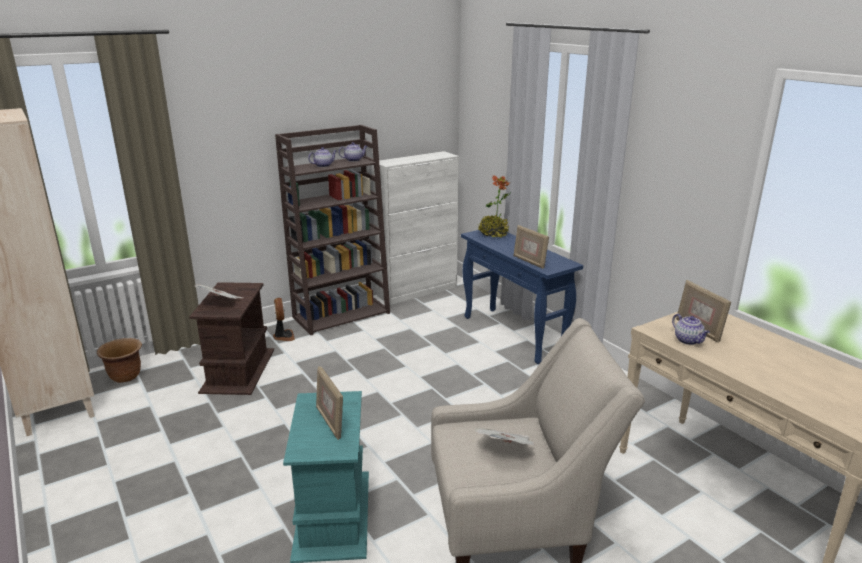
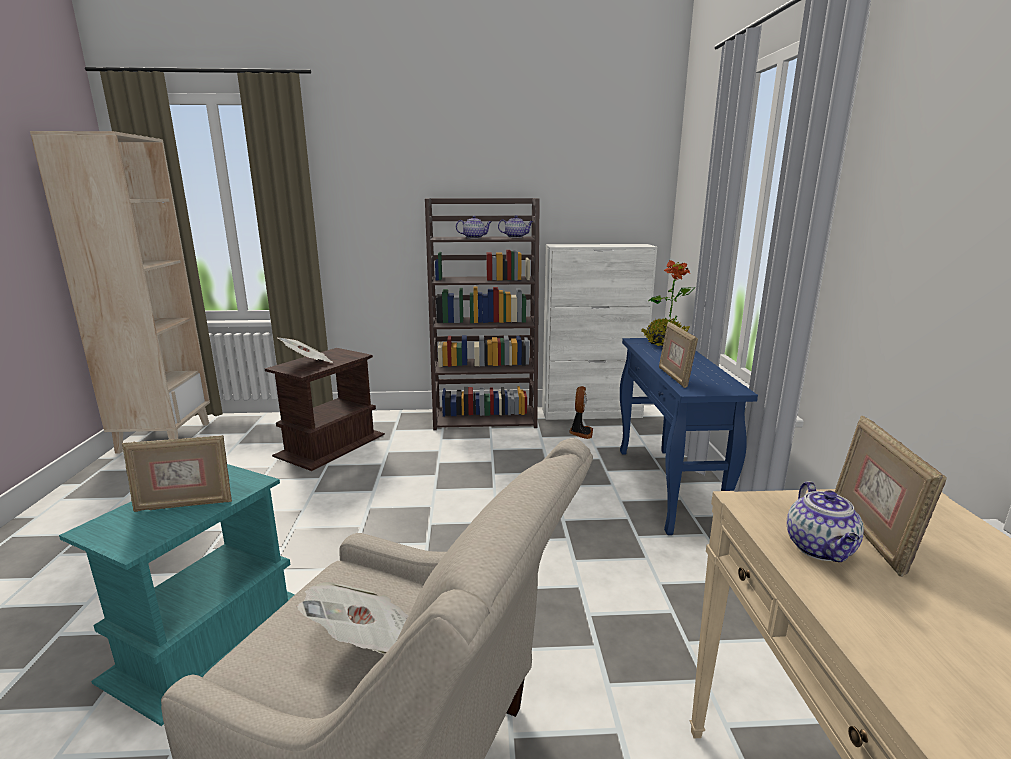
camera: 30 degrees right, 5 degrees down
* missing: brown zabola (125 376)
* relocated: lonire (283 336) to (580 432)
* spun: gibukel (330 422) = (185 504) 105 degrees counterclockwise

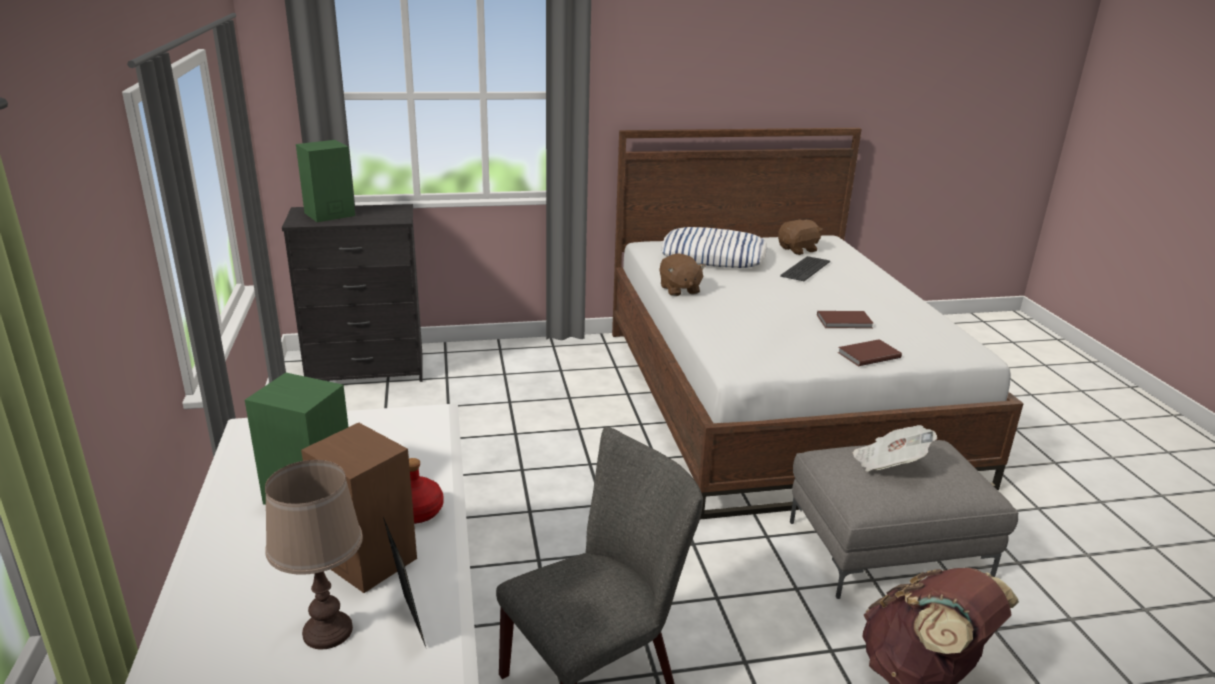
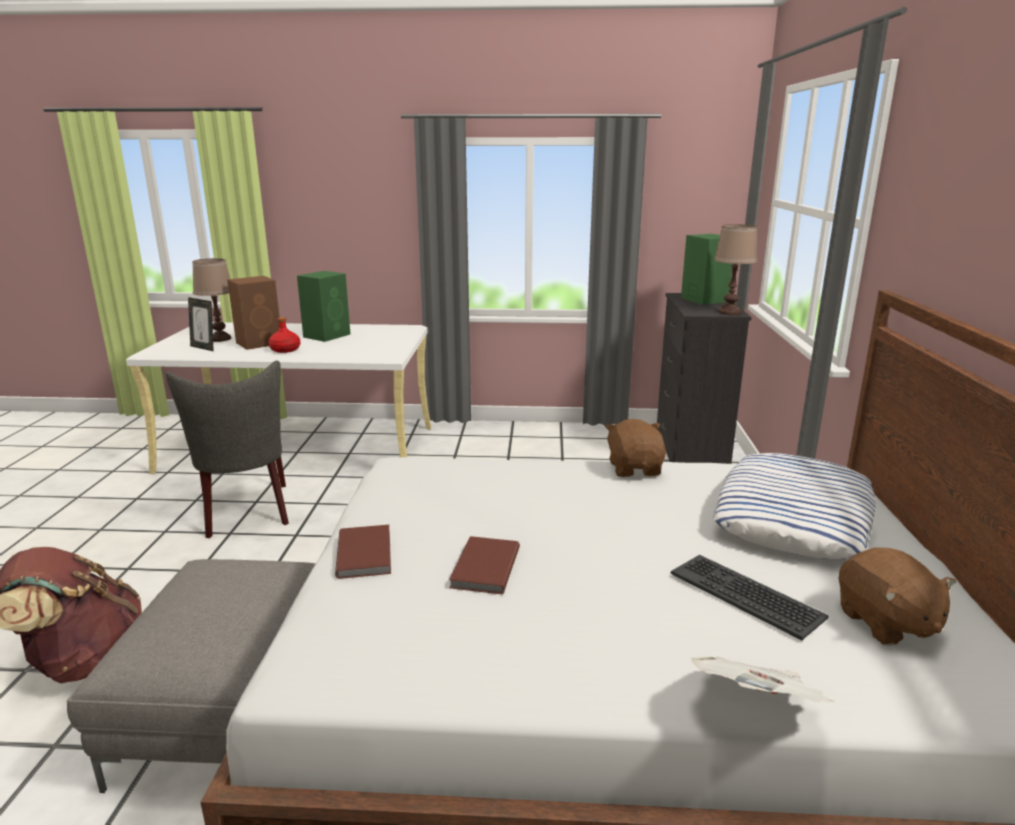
camera: 105 degrees right, 5 degrees down
* appeared: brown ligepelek (730 312)
* relocated: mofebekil (889 464) to (758 706)
* spun: gibukel (408 623) = (204 348) 45 degrees clockwise
* spun: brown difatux (679 290) = (635 469) 90 degrees clockwise

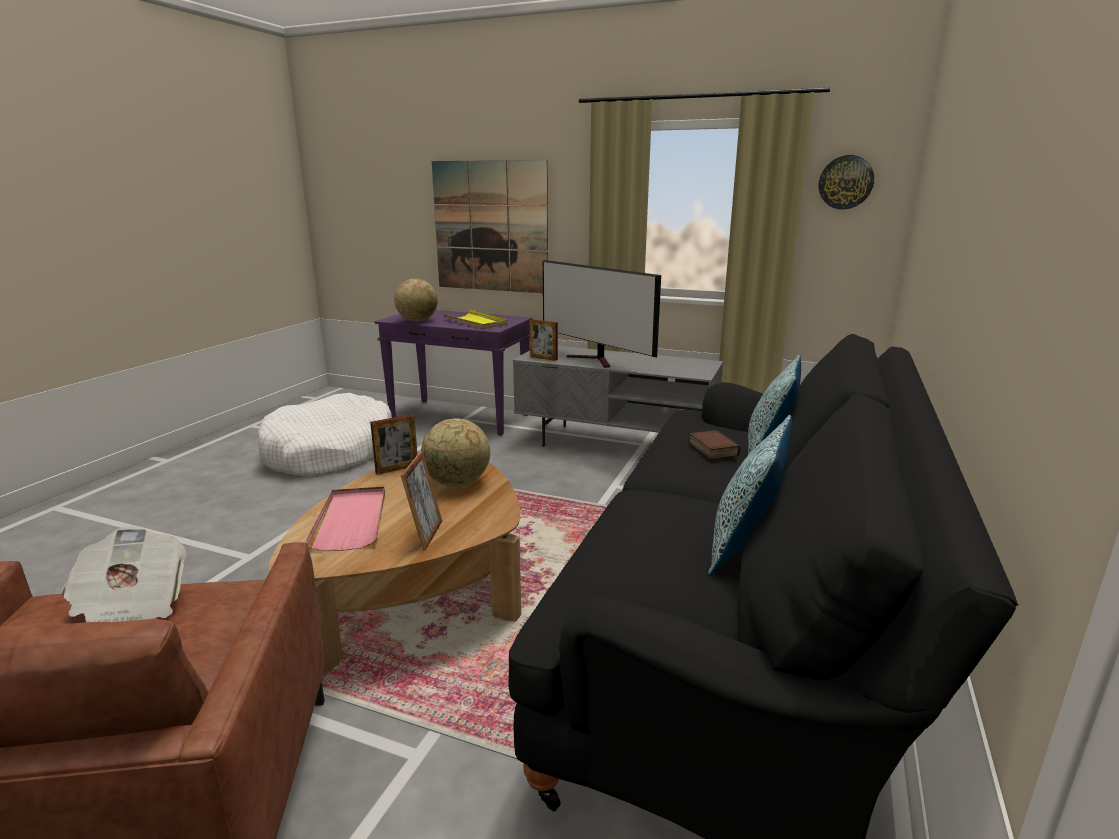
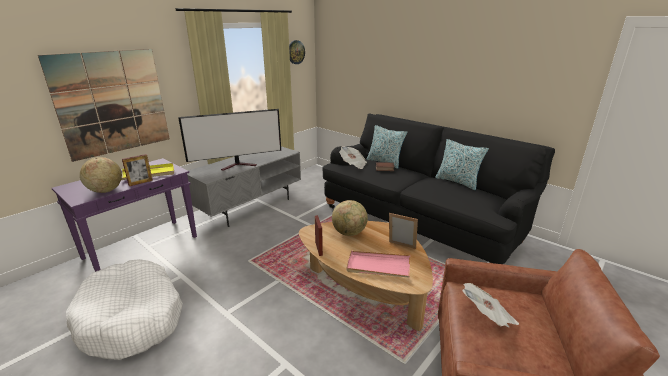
camera: 70 degrees left, 5 degrees up
* appeared: mofebekil (353 164)
* relocated: gibukel (543 358) to (140 183)

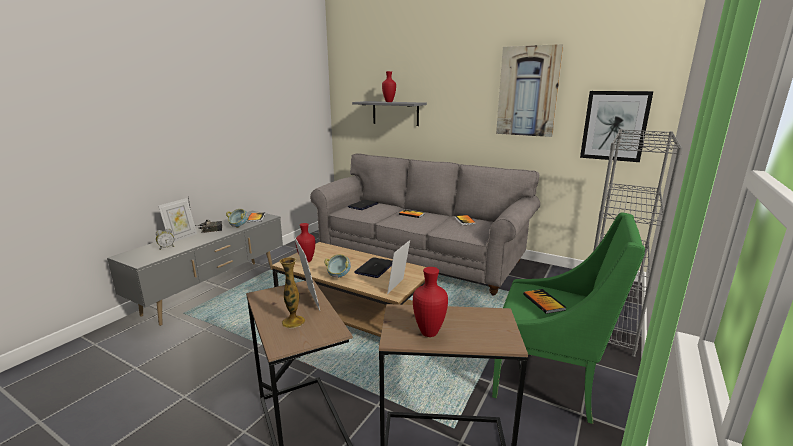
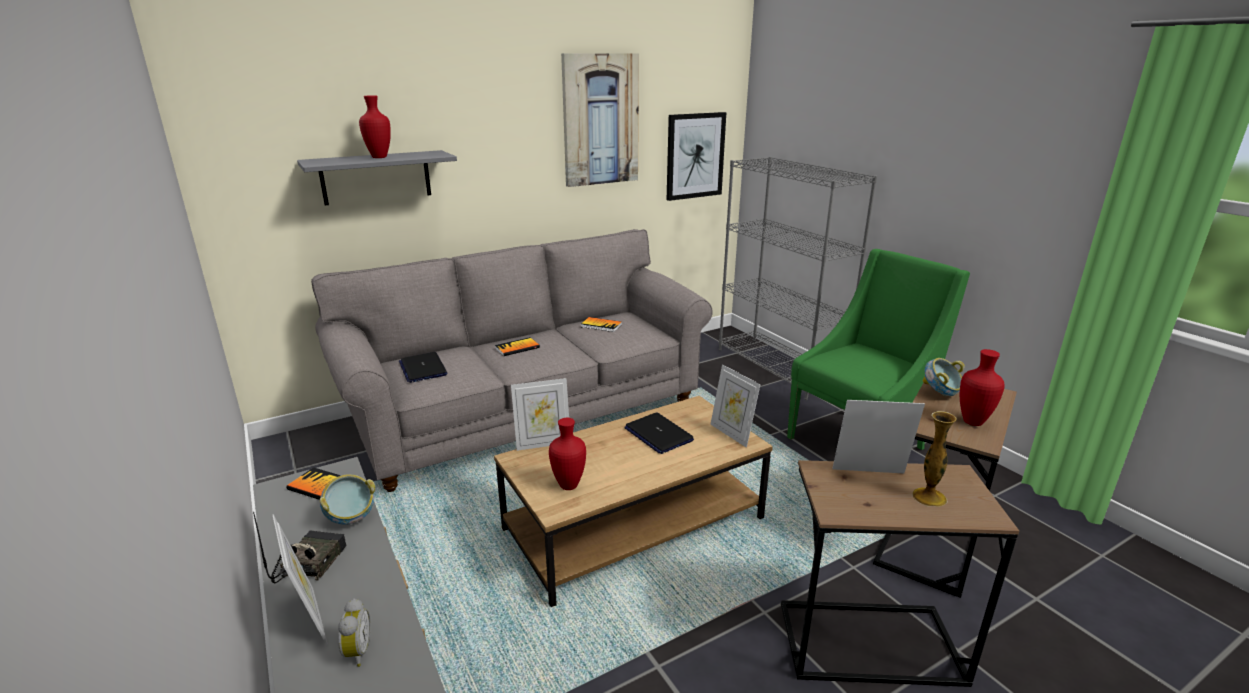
camera: 60 degrees left, 5 degrees up
* missing: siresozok (543 302)
* appeared: gibukel (543 443)
* relocated: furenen (338 276) to (940 394)

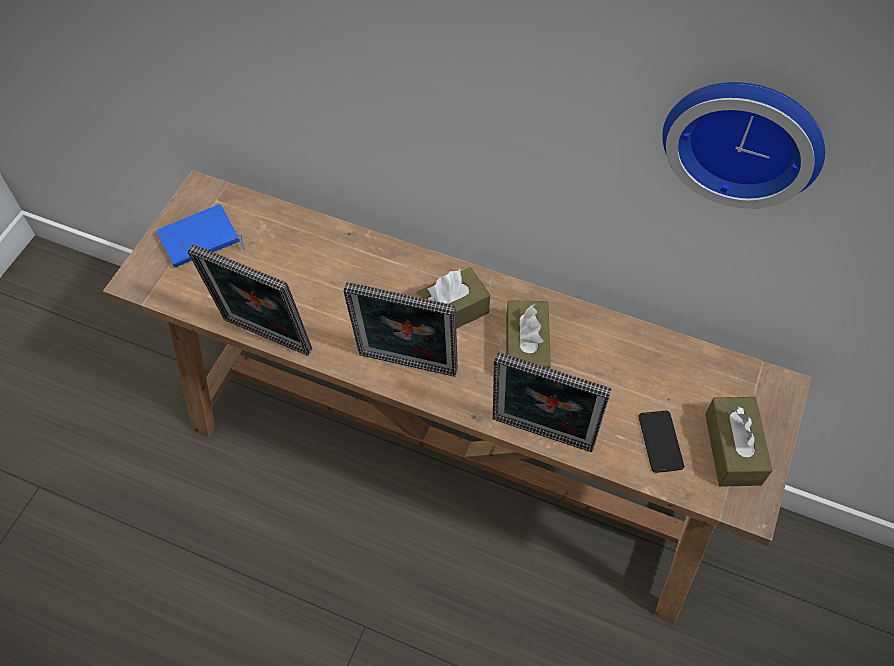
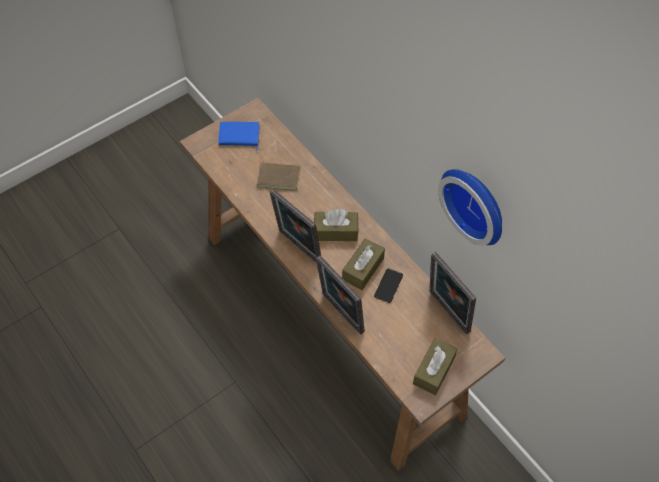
camera: 30 degrees right, 0 degrees up
* appeared: brown siresozok (279 176)
* relocated: gibukel (264 339) to (446 313)
* relocated: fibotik (660 442) to (388 286)

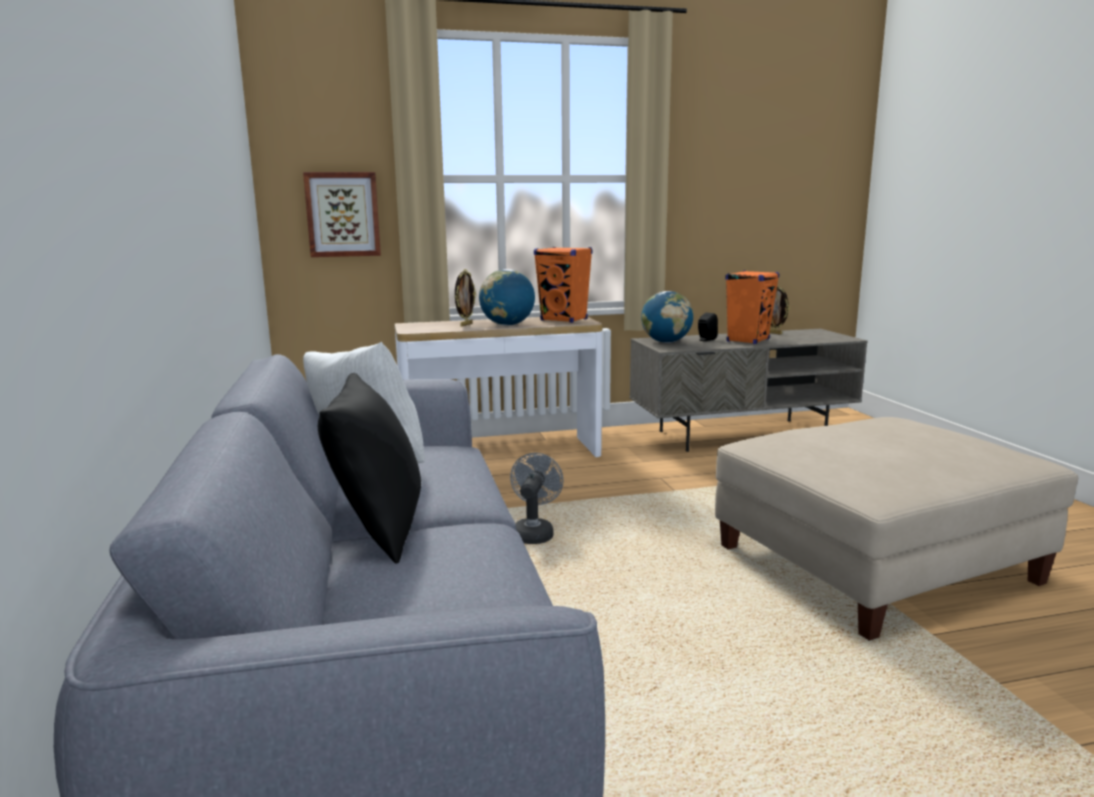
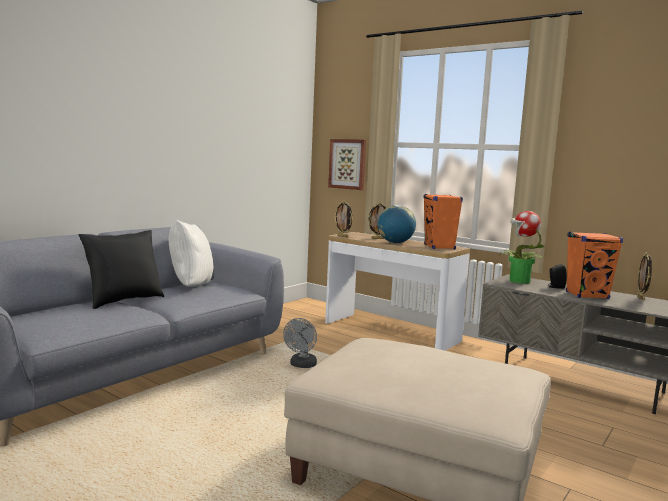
camera: 50 degrees right, 5 degrees down
* appeared: gibukel (343 236)
* exchanged: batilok (666 342) to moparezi (518 281)
* spun: grey lonire (534 533) = (301 365) 135 degrees clockwise

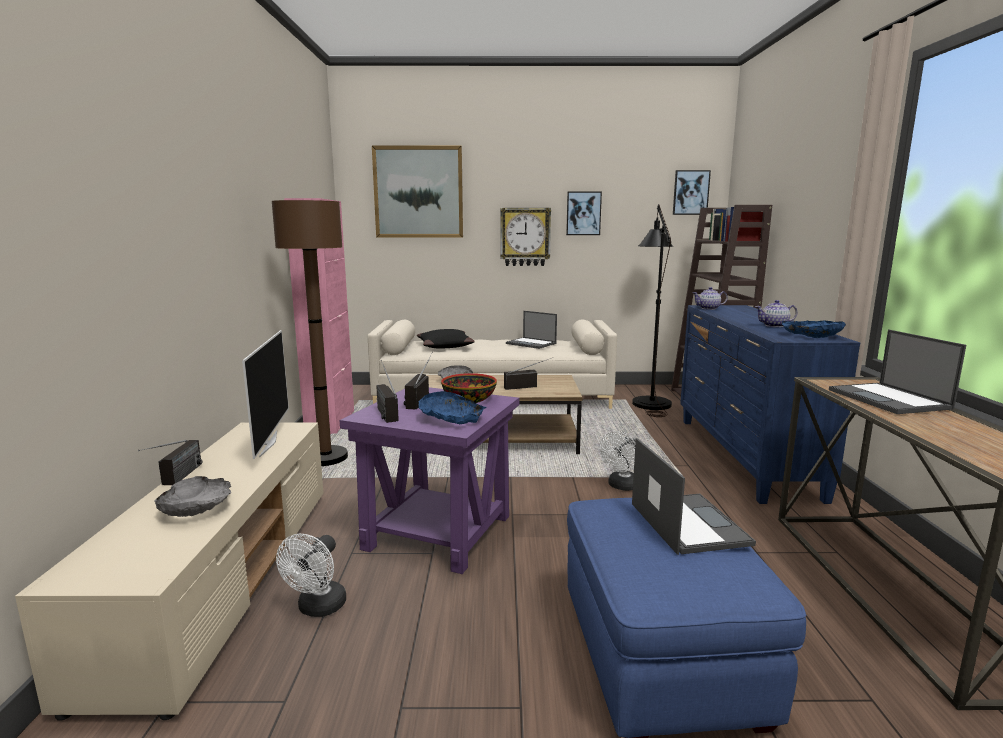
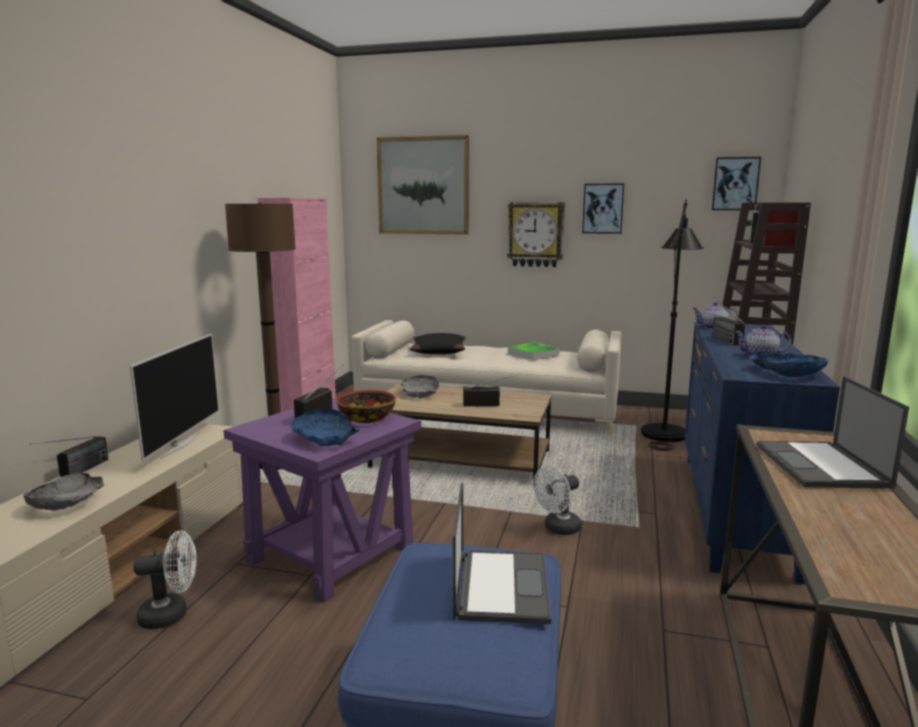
camera: 15 degrees right, 0 degrees up
* relocated: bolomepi (383 410) to (720 338)
* exchanged: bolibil (531 343) to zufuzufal (533 354)
* spun: white lonire (318 608) = (171 614) 135 degrees counterclockwise

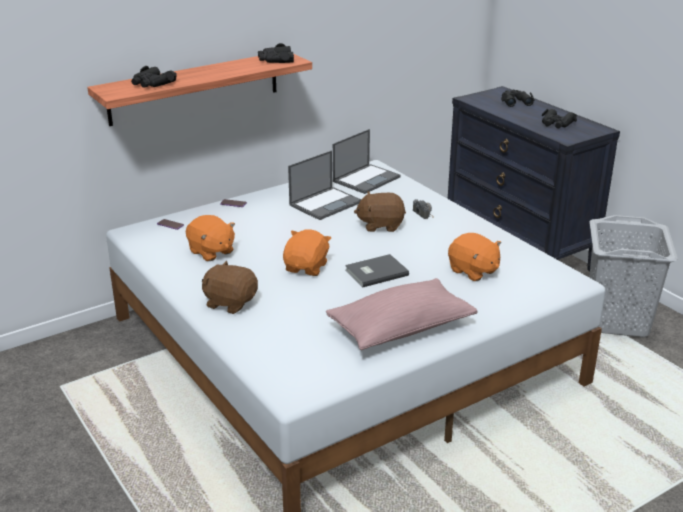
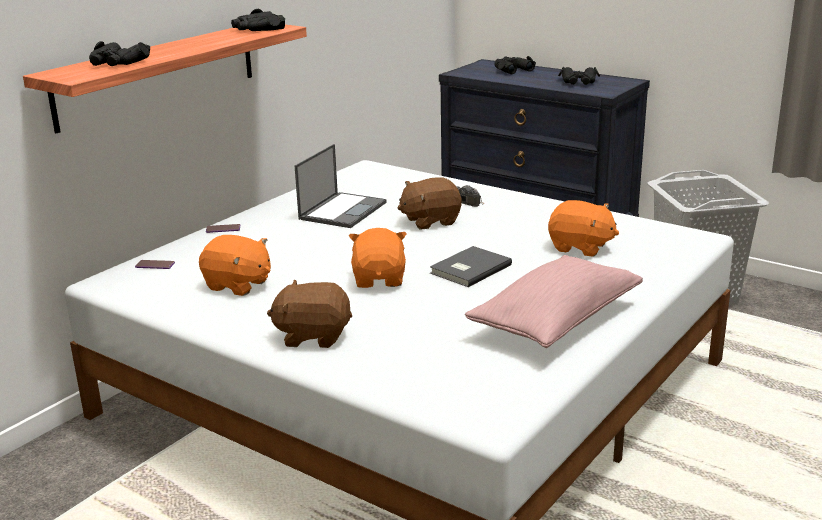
camera: 20 degrees left, 5 degrees down
* missing: bolibil (366 179)

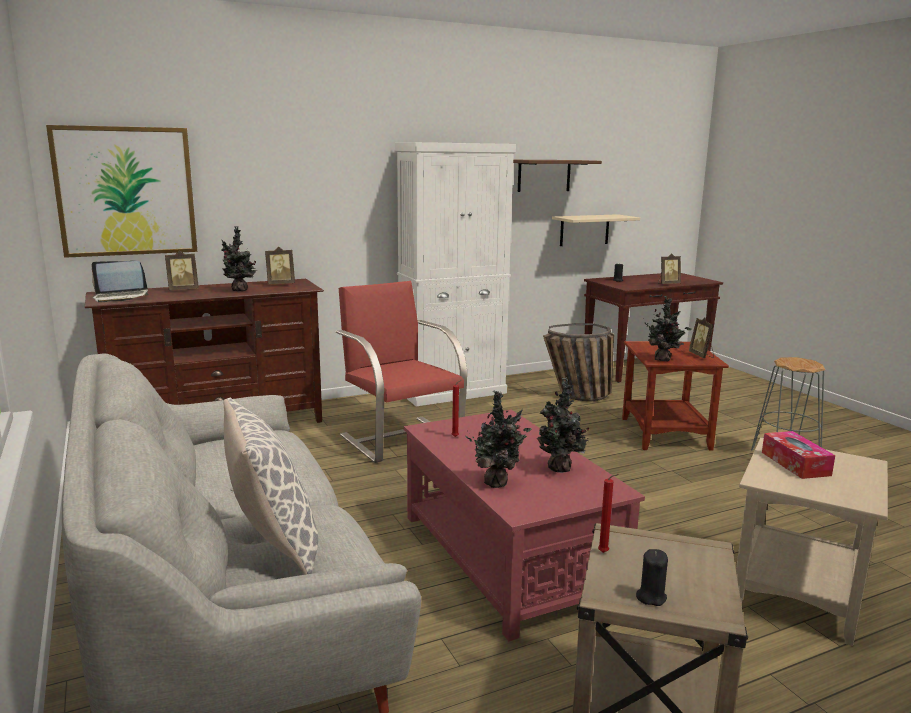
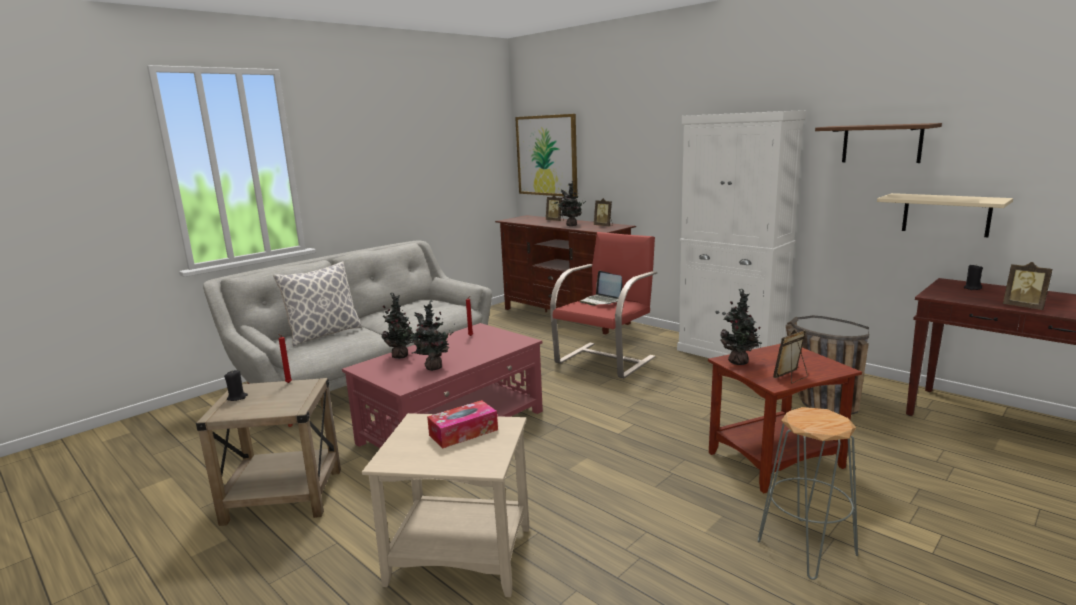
camera: 70 degrees right, 0 degrees up
* relocated: bolibil (121 297) to (601 301)

